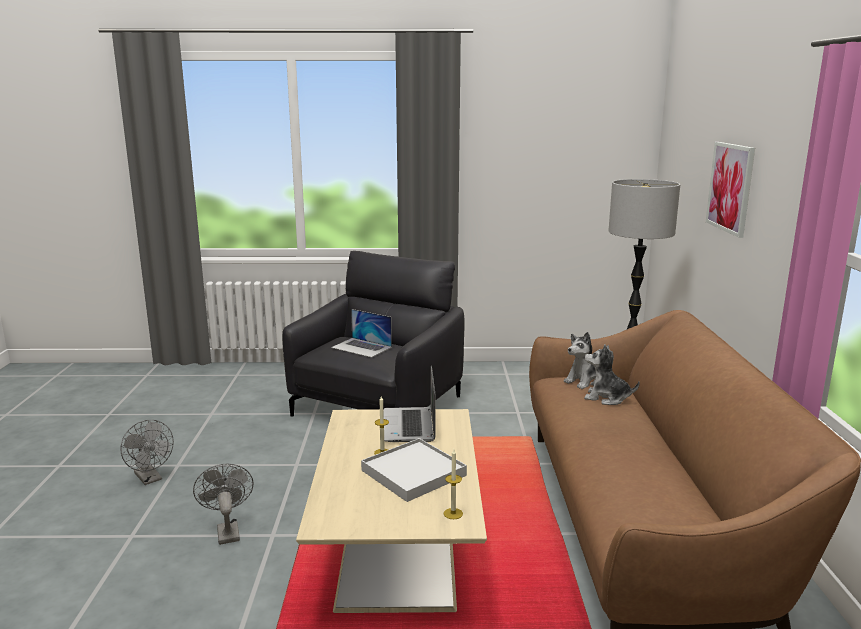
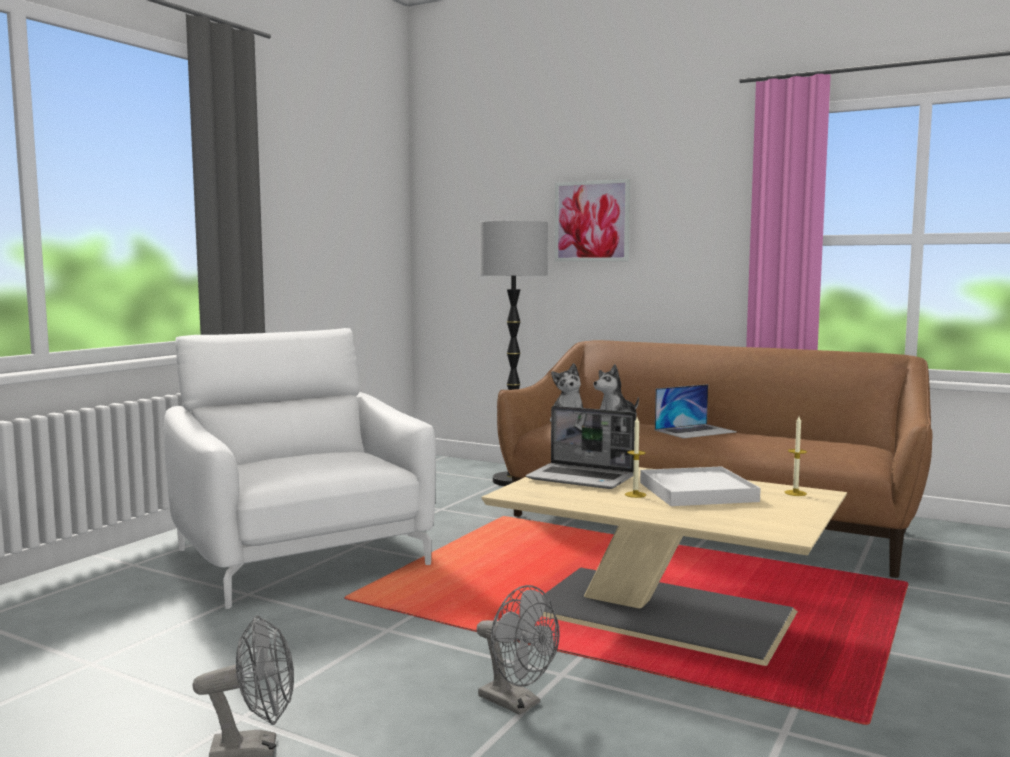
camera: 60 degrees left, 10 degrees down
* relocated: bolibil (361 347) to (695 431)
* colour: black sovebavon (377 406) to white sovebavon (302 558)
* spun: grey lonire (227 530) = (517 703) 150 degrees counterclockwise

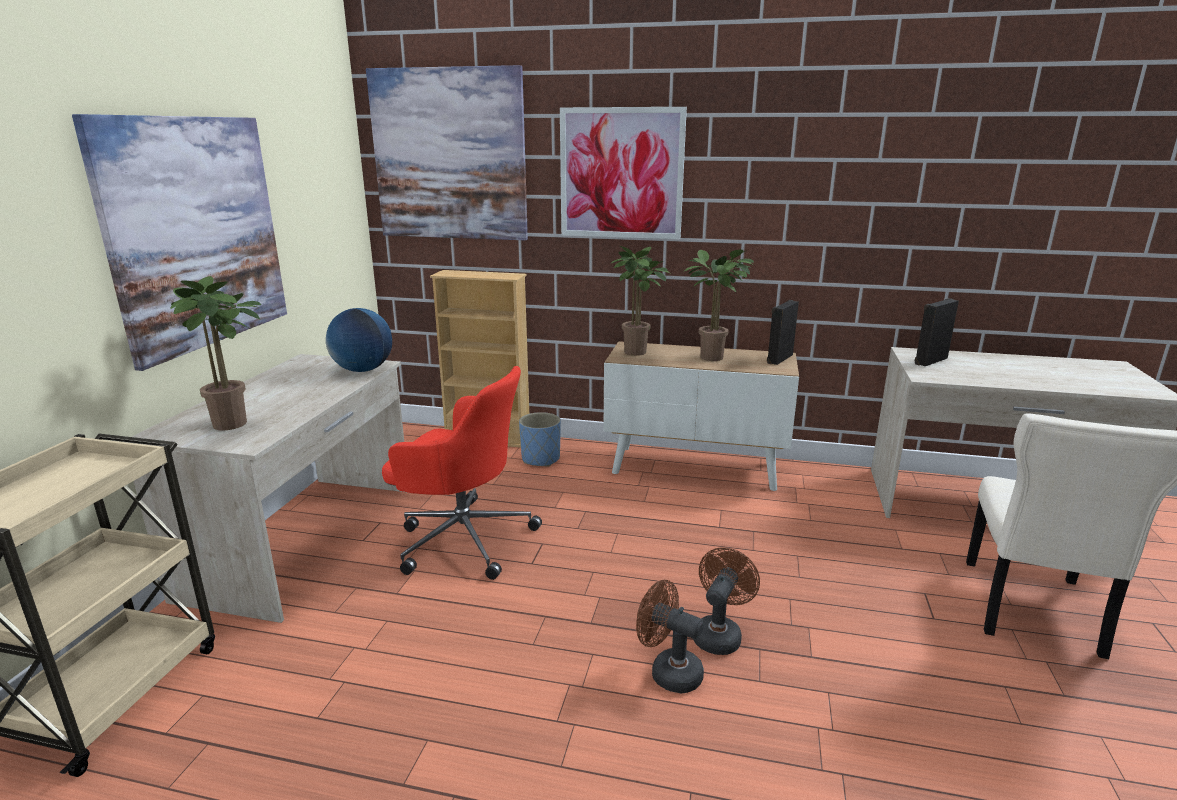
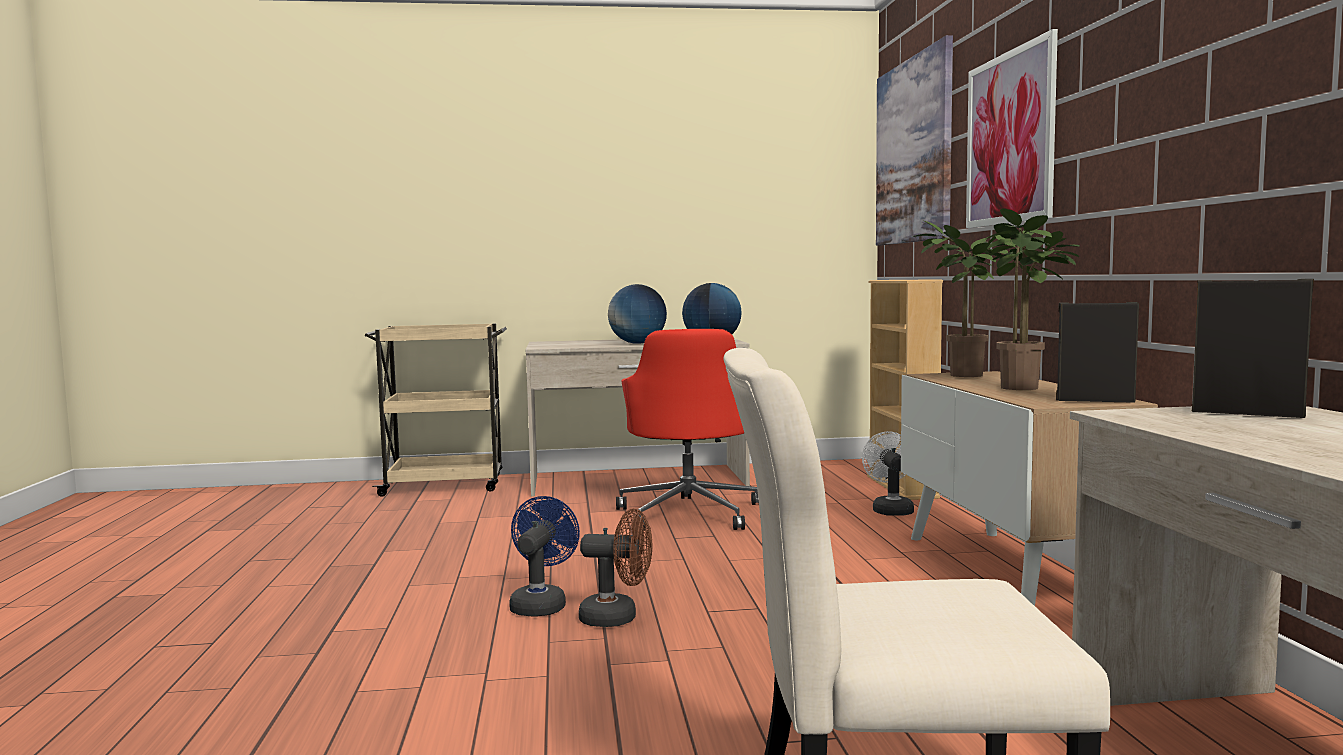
camera: 70 degrees right, 15 degrees down
* missing: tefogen (196 233)
* missing: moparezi (234 425)
* appeared: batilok (638 343)
* exchanged: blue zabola (541 459) to white lonire (890 509)
* colour: brown lonire (668 671) to blue lonire (541 604)

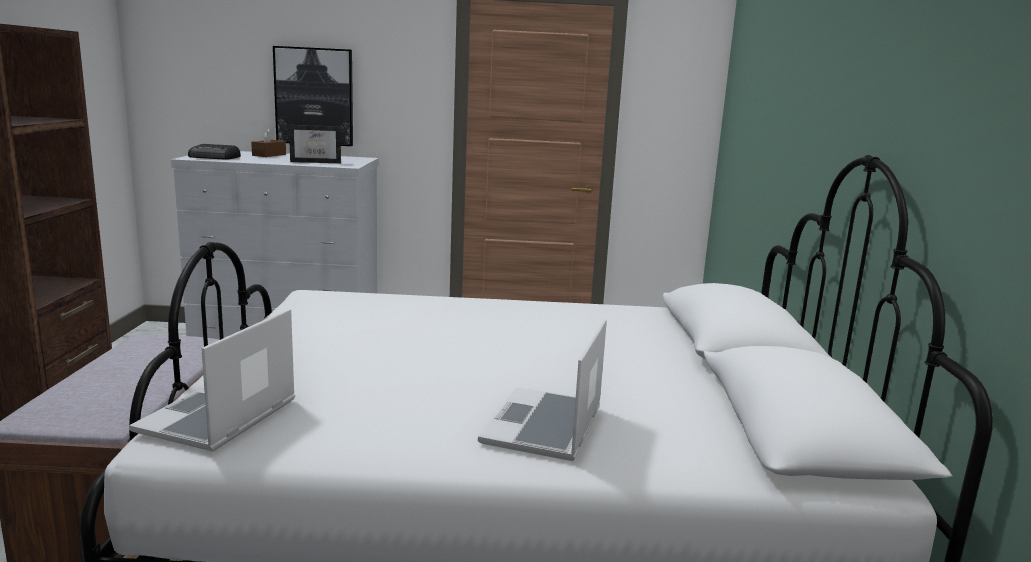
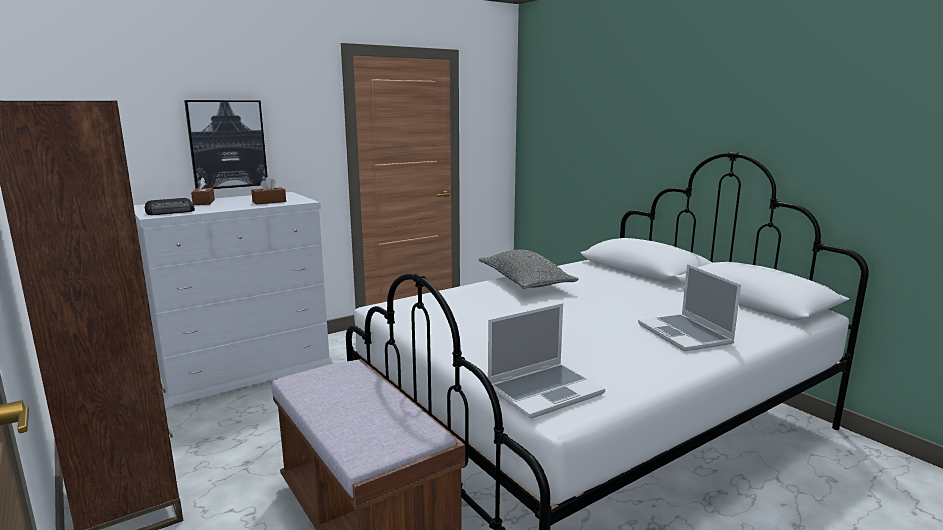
camera: 35 degrees left, 0 degrees up
* appeared: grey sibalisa (525 282)
* exchanged: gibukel (317 162) to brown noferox (269 202)
* spun: bolibil (218 418) = (545 391) 105 degrees counterclockwise

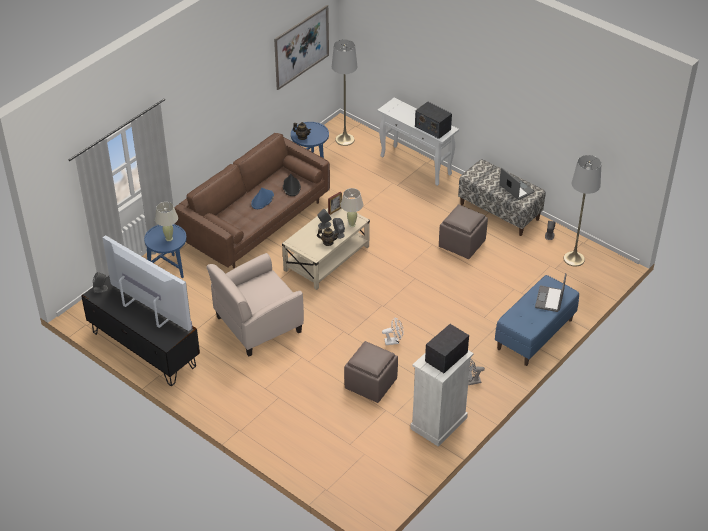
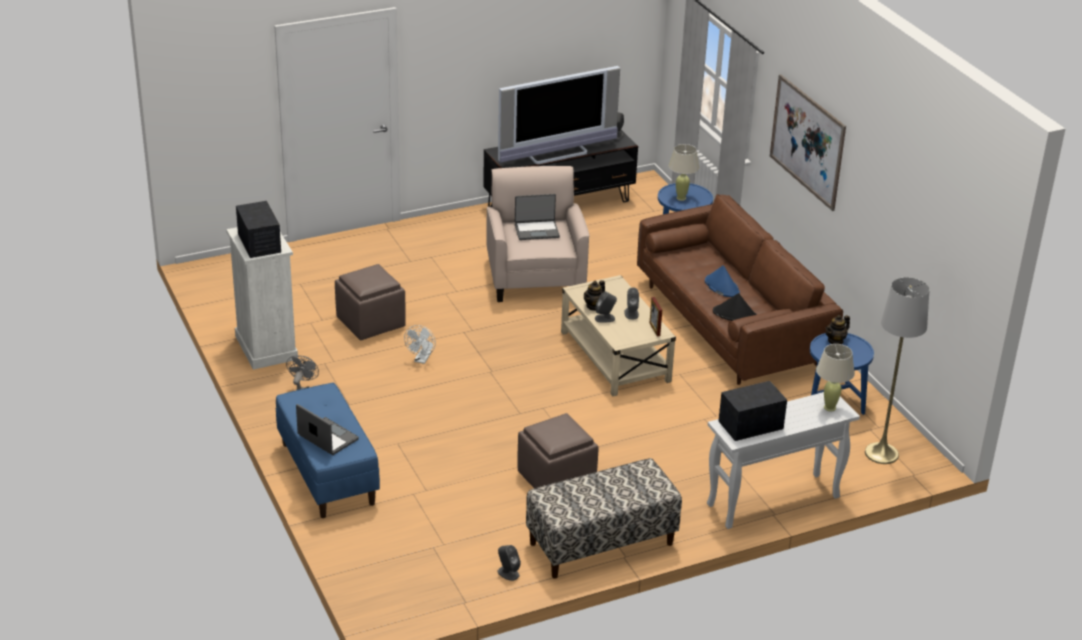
camera: 115 degrees right, 10 degrees down
* missing: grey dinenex (574 259)
* relocated: tefogen (302 47) to (807 141)
* relocated: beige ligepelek (352 224) to (829 408)
* relocated: bolibil (516 189) to (536 230)

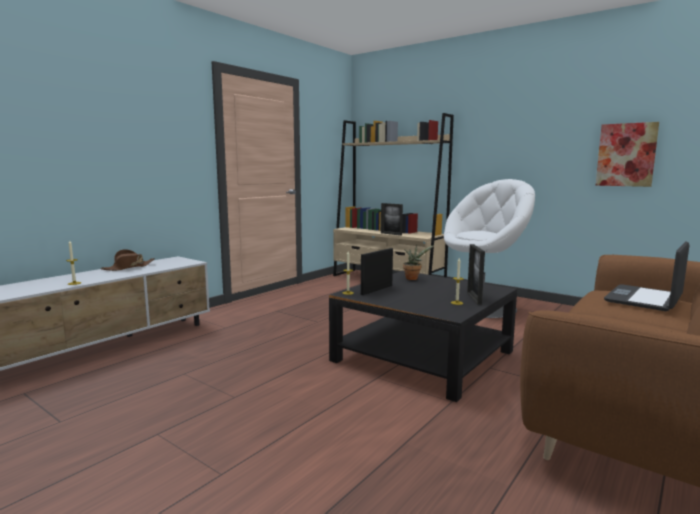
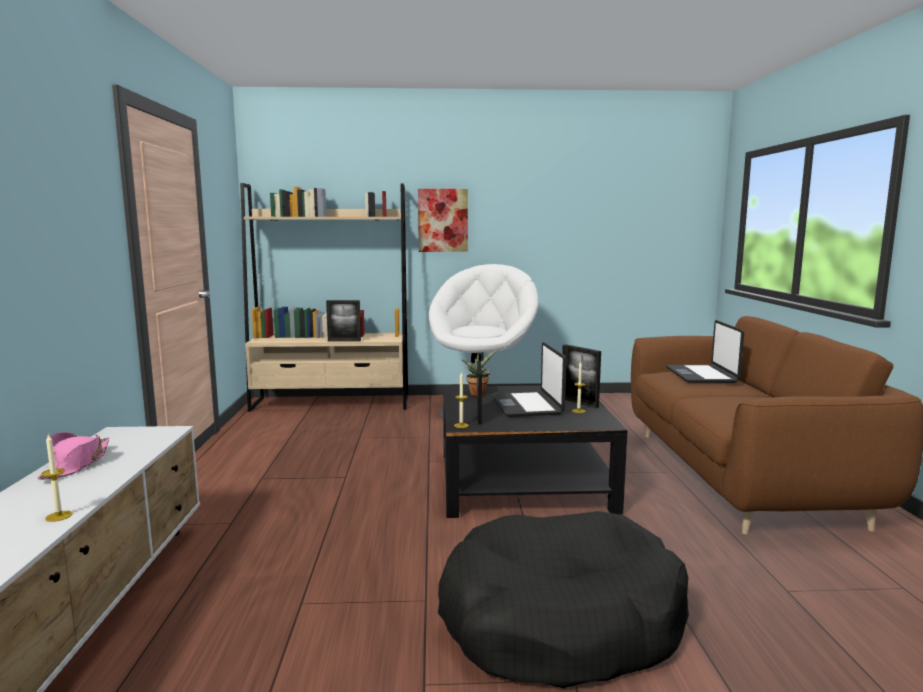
camera: 40 degrees left, 0 degrees up
* appeared: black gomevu (560 621)
* appeared: bolibil (527 405)
* relocated: tefogen (626 155) to (442 220)
* colour: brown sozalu (128 267) to pink sozalu (76 464)

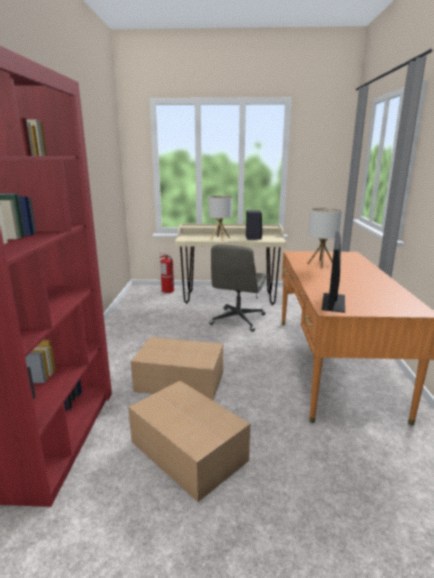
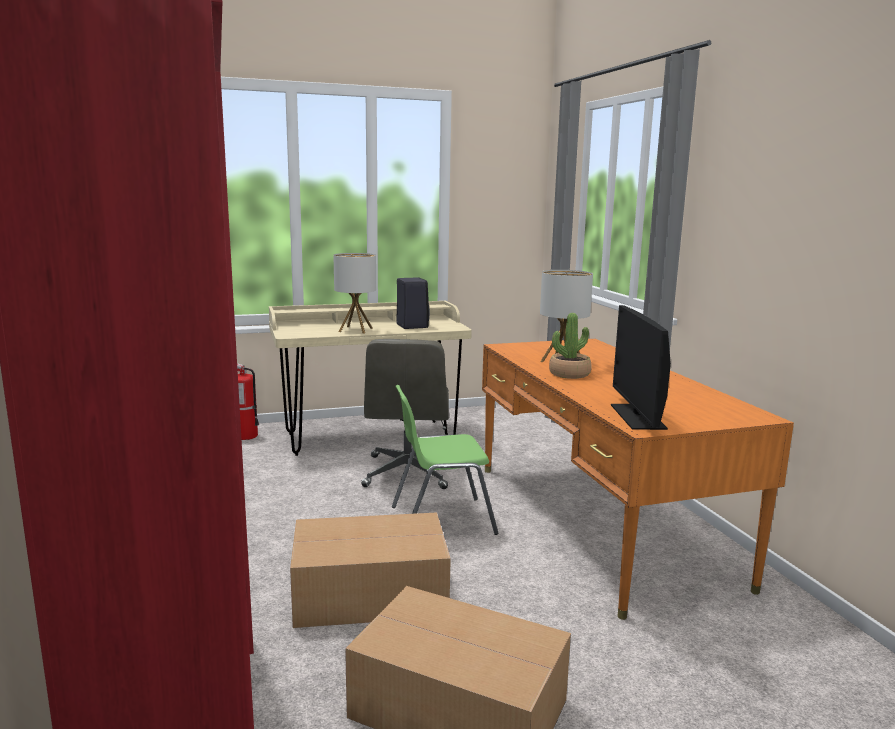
camera: 20 degrees left, 5 degrees down
* appeared: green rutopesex (440 519)
* appeared: moparezi (569 374)

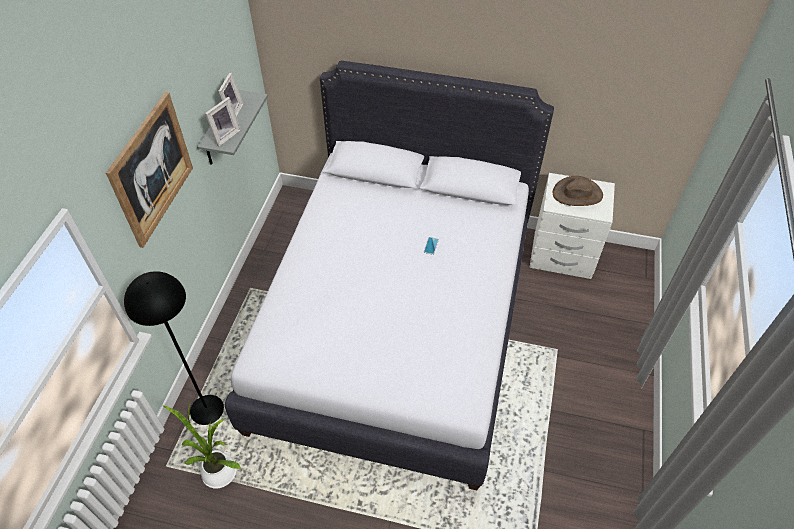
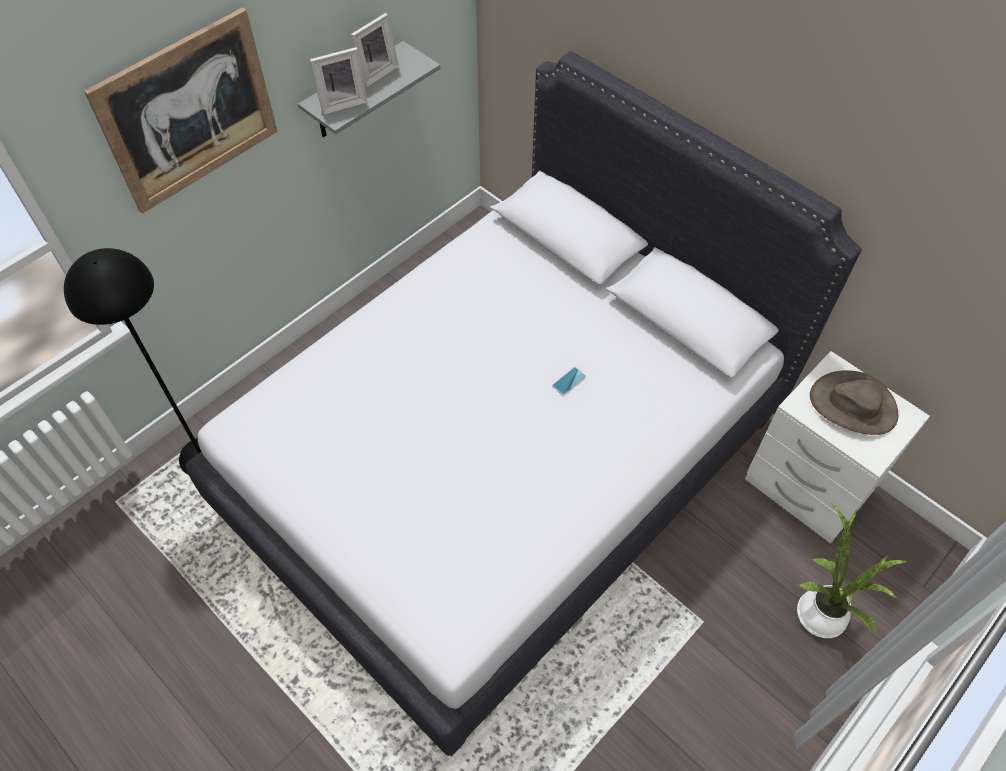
camera: 30 degrees right, 5 degrees up
* relocated: moparezi (217 470) to (818 611)

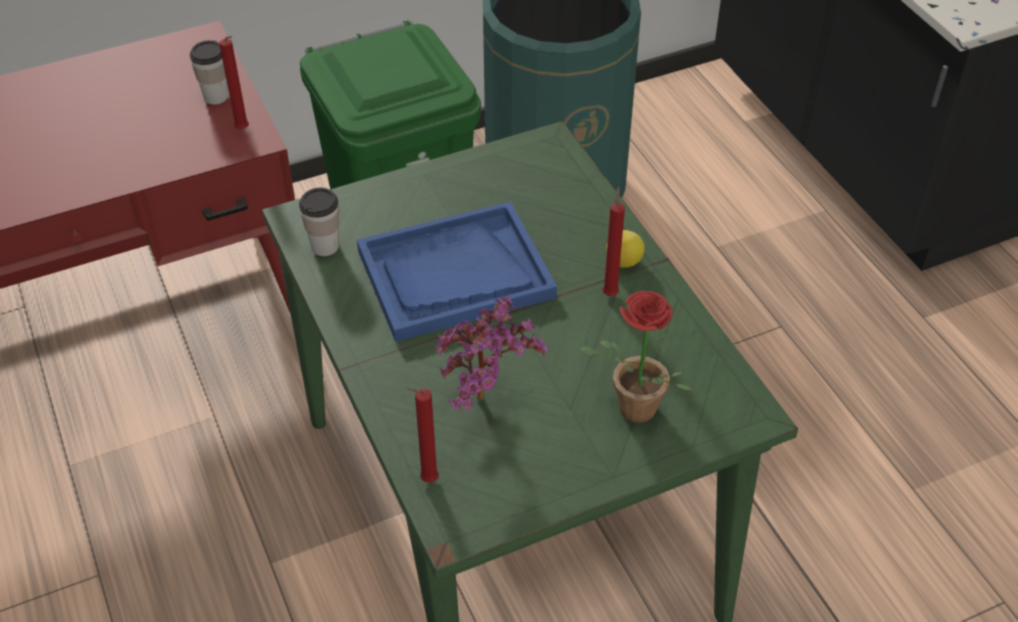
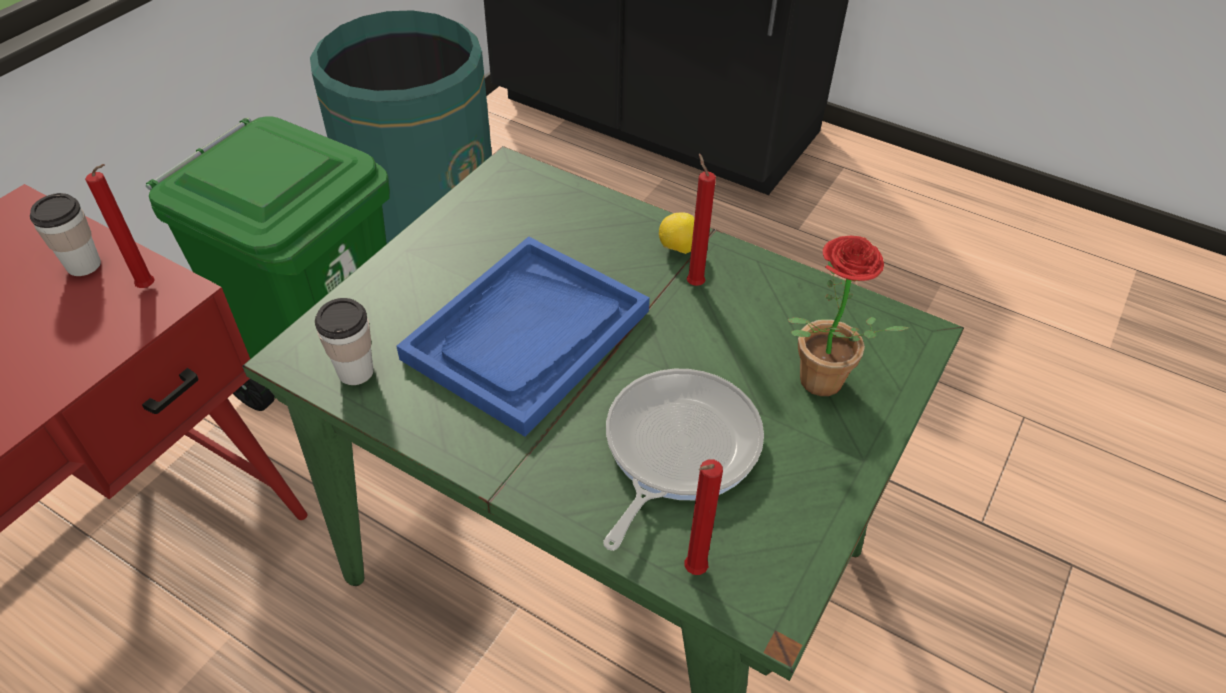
camera: 35 degrees left, 0 degrees up
* exchanged: moparezi (487 400) to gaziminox (676 448)

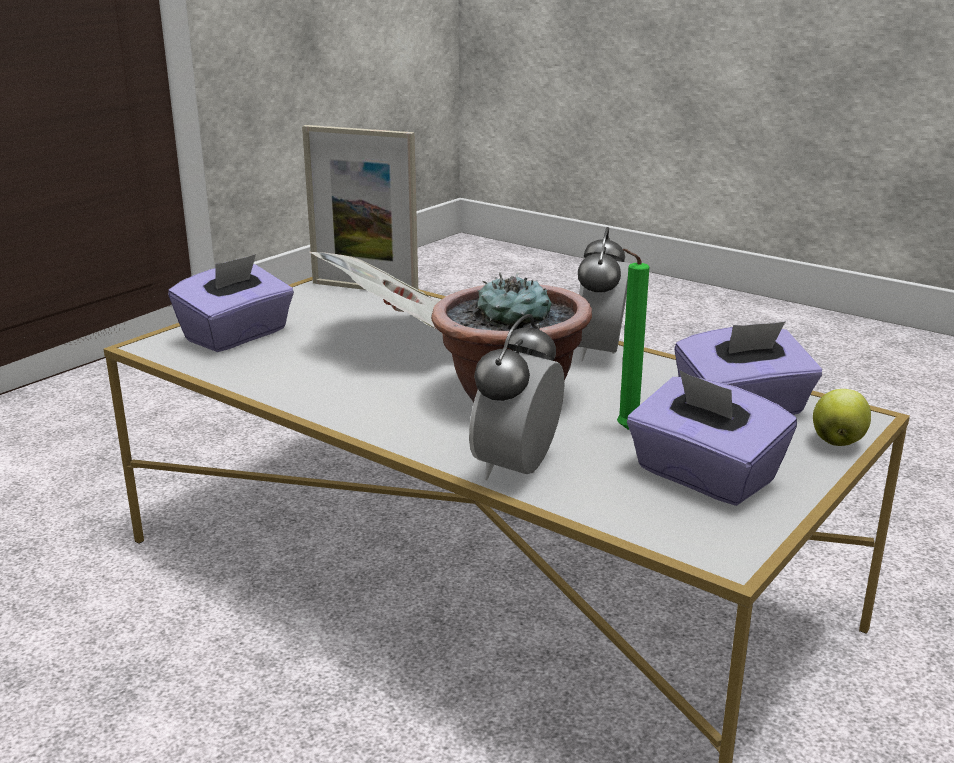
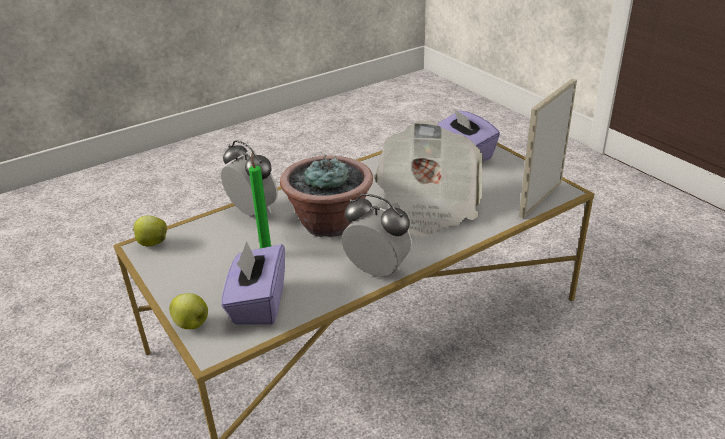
camera: 110 degrees right, 10 degrees up
* missing: purple noferox (703 477)
* appeared: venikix (152 243)

